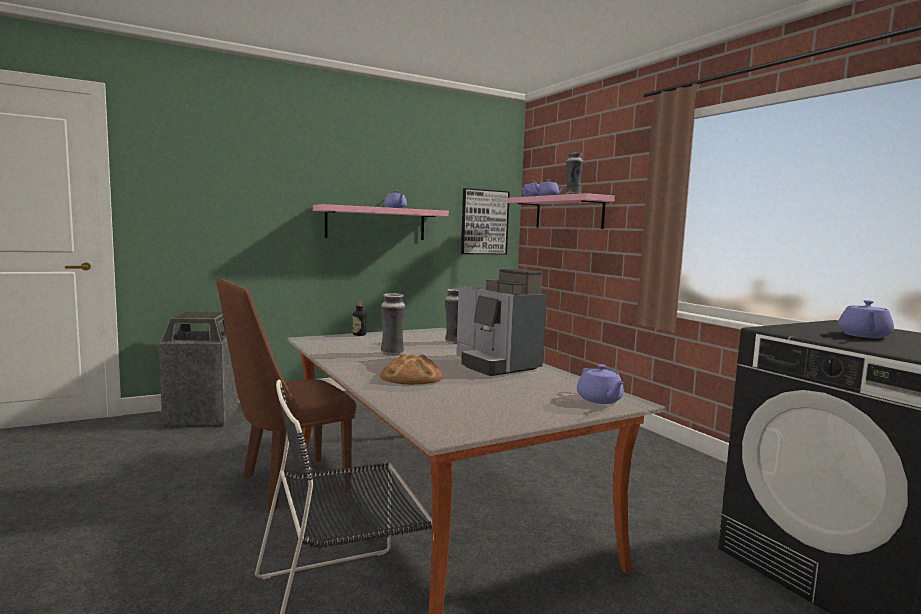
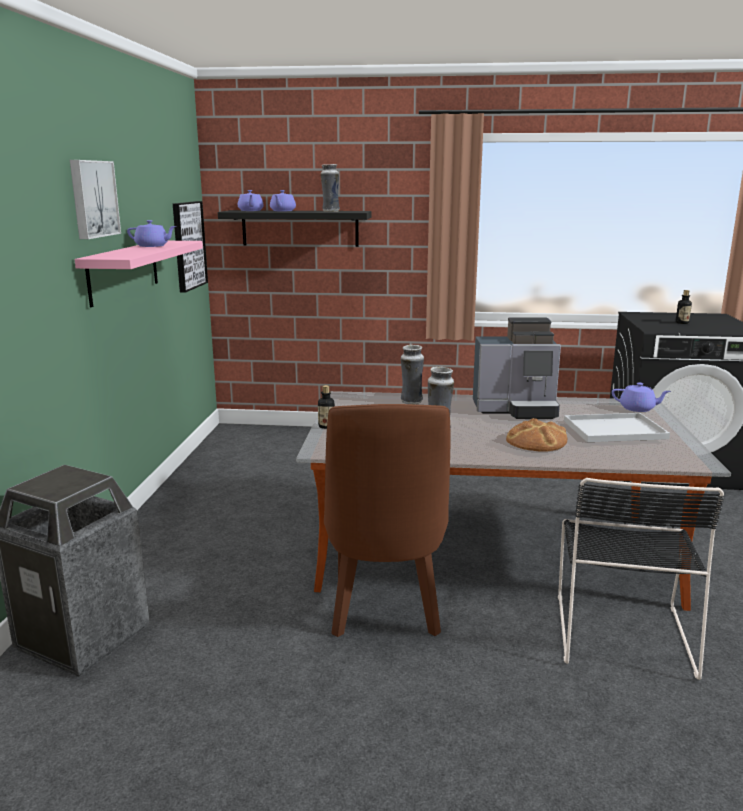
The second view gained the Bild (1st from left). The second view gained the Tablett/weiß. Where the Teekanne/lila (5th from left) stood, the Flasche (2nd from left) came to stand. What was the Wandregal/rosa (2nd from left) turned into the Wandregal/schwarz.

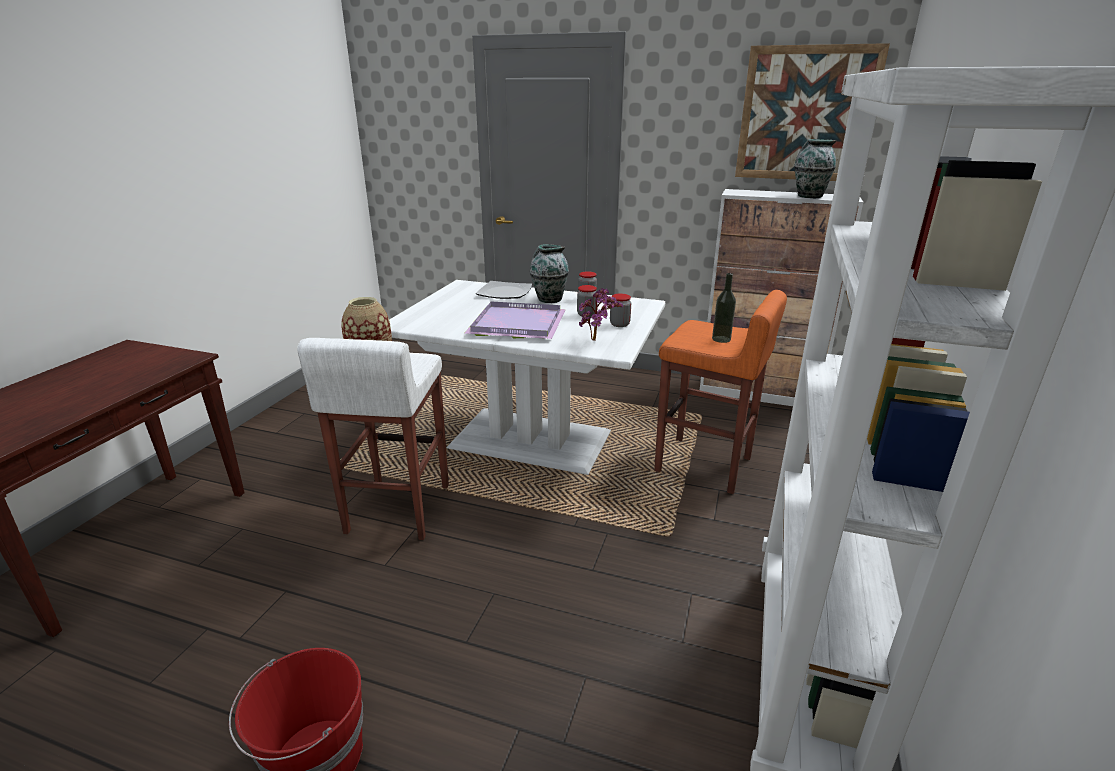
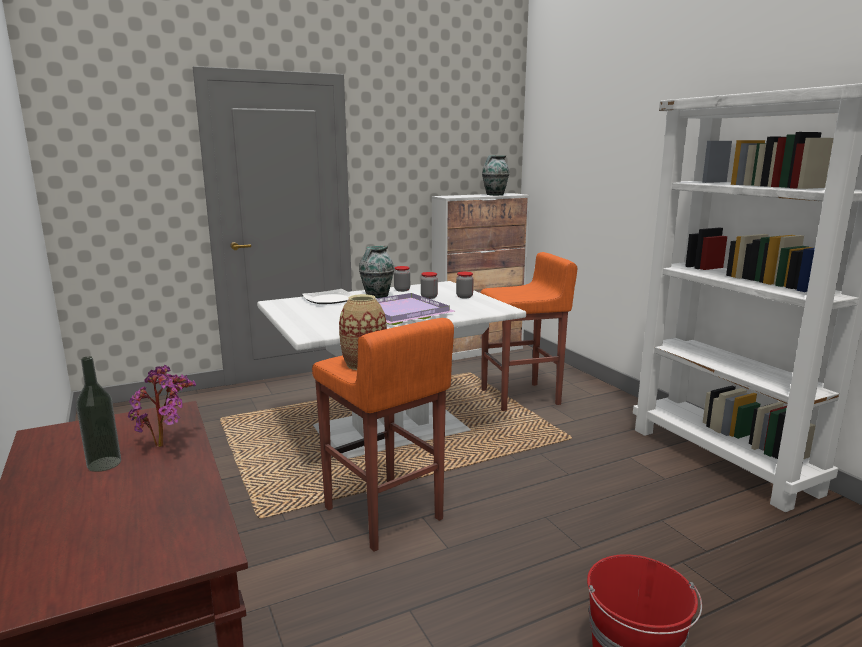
The second view lost the Bild. The Topfpflanze ended up elsewhere. The Flasche ended up elsewhere. What was the Hocker/weiß turned into the Hocker/orange (1st from left).

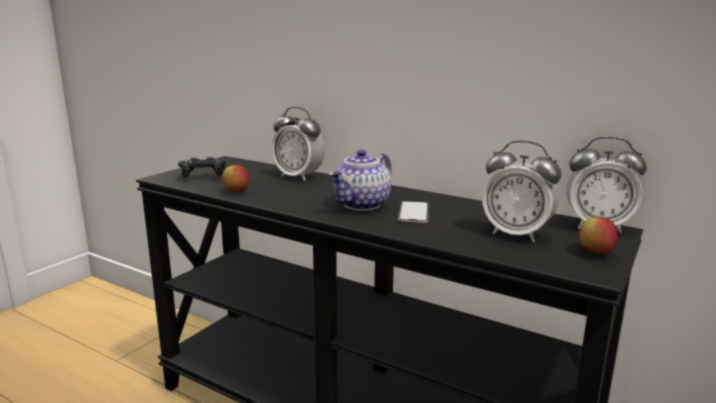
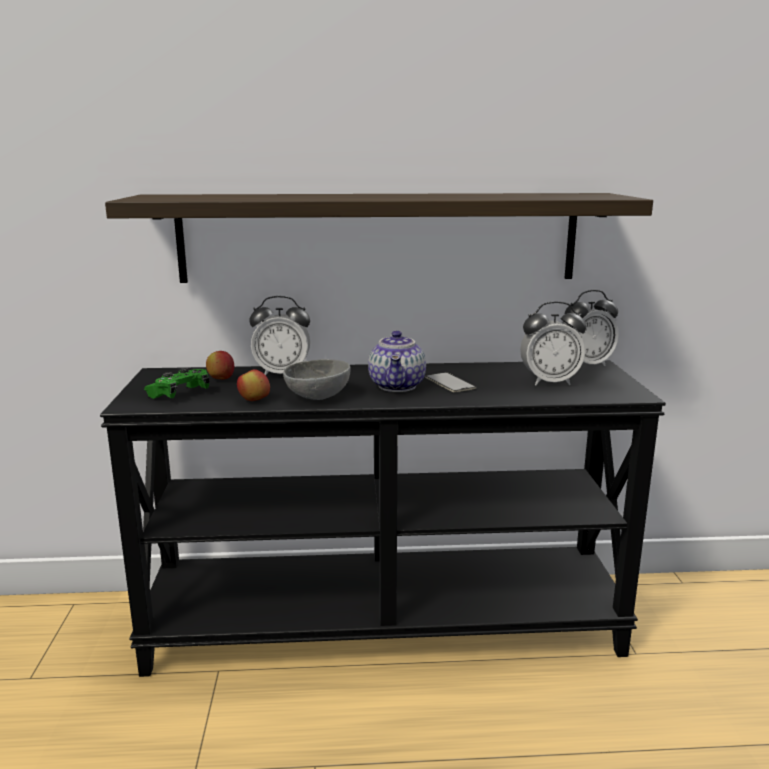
The second view gained the Wandregal. The second view gained the Schüssel/grau. The Apfel (2nd from left in the first image) ended up elsewhere. What was the Gamepad/schwarz turned into the Gamepad/grün.

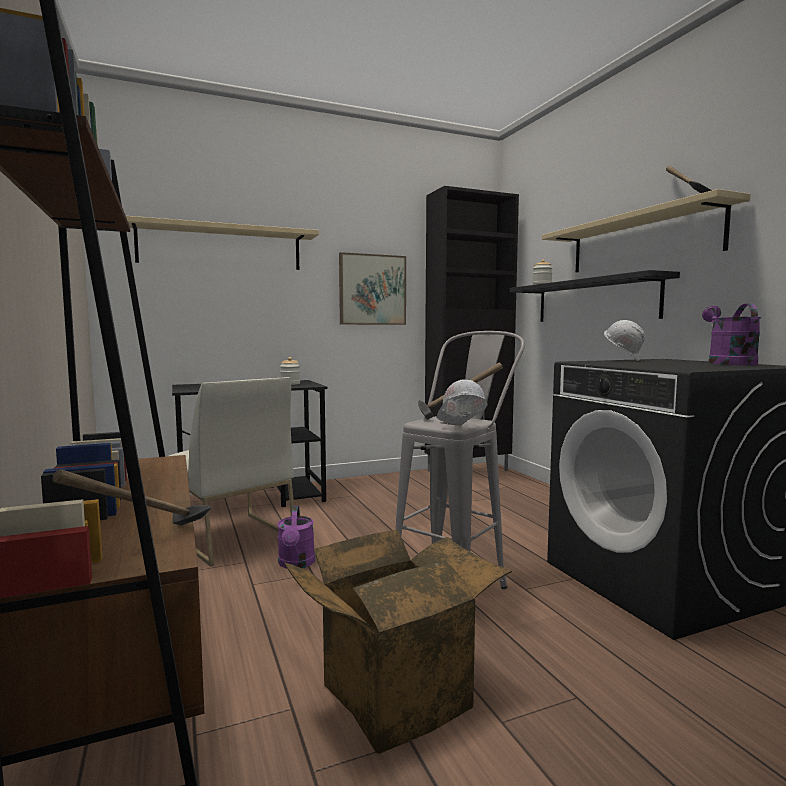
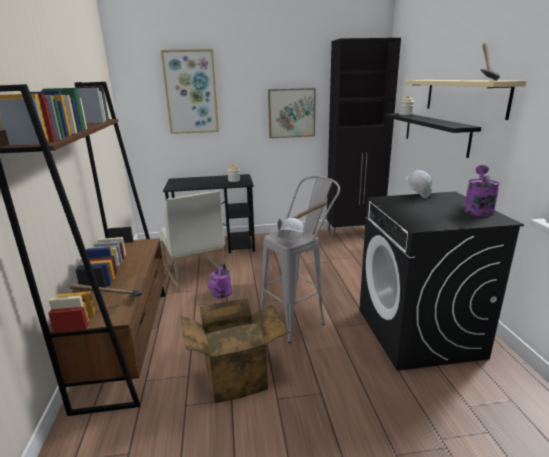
Where the Wandregal/beige (1st from left) hung, the Bild (1st from left) came to hang.

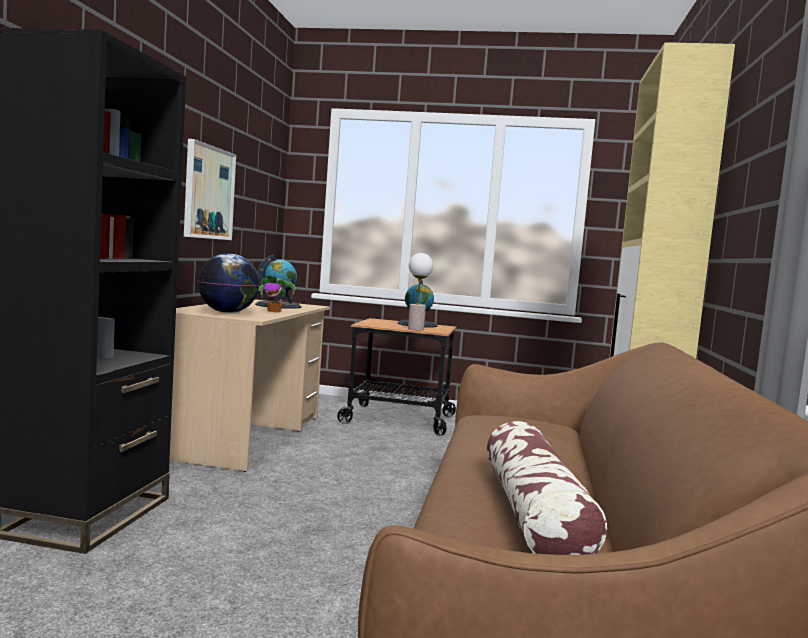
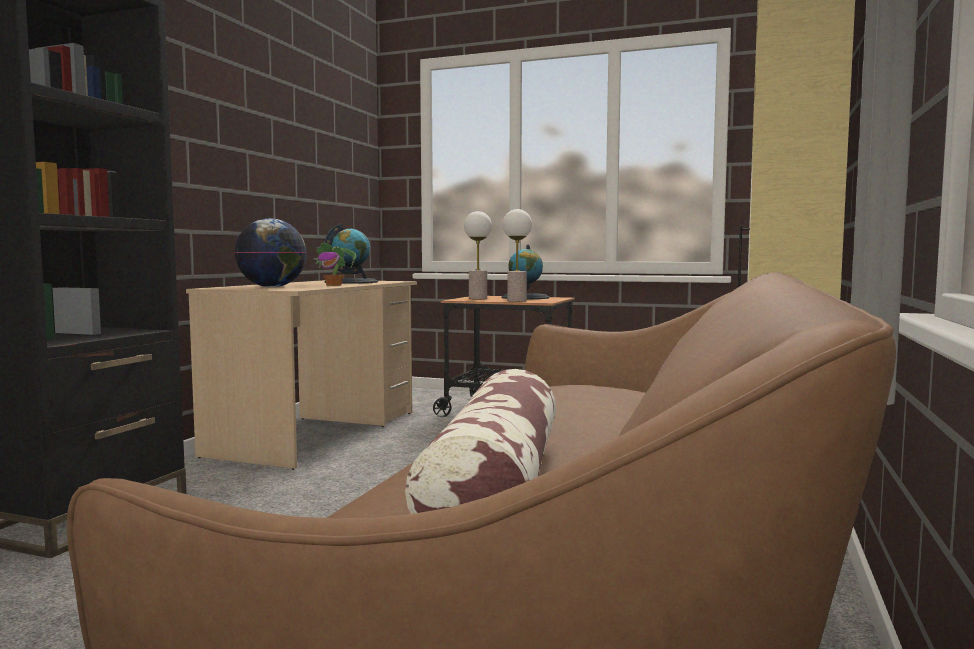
The second view lost the Bild. The second view gained the Tischlampe (1st from left).

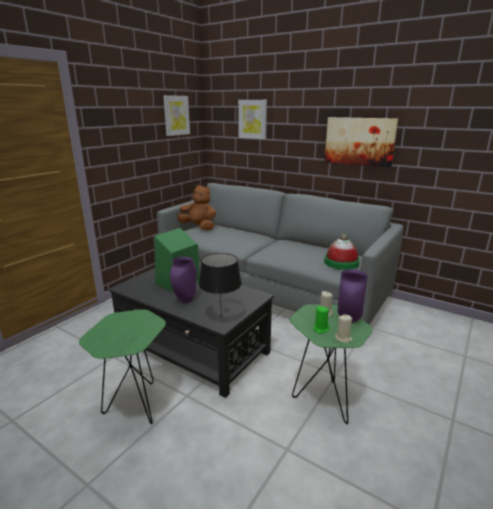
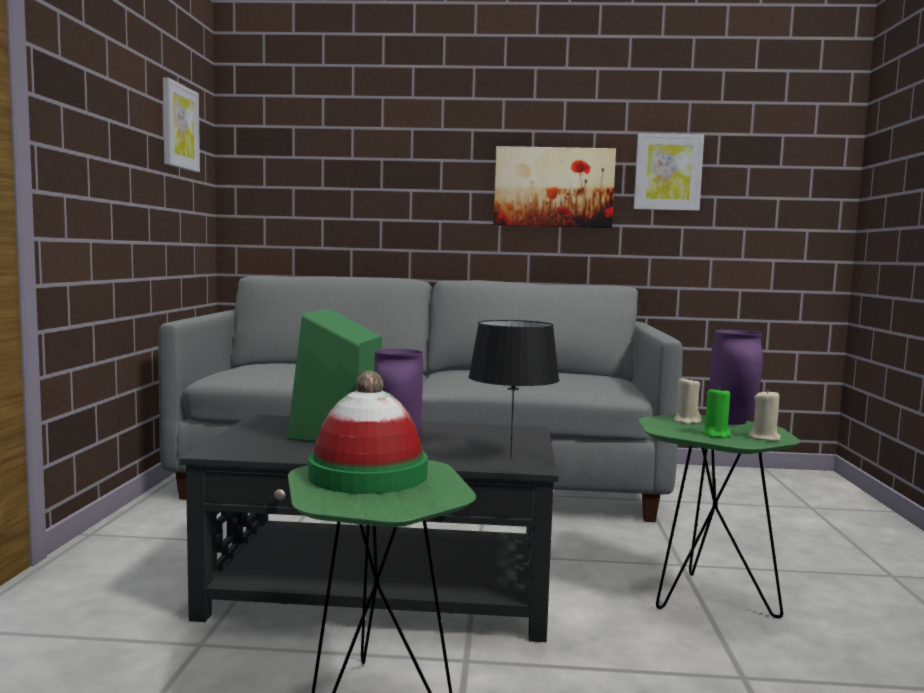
The second view lost the Plüschtier/braun. The Bild (2nd from left in the first image) ended up elsewhere. The Hut ended up elsewhere.

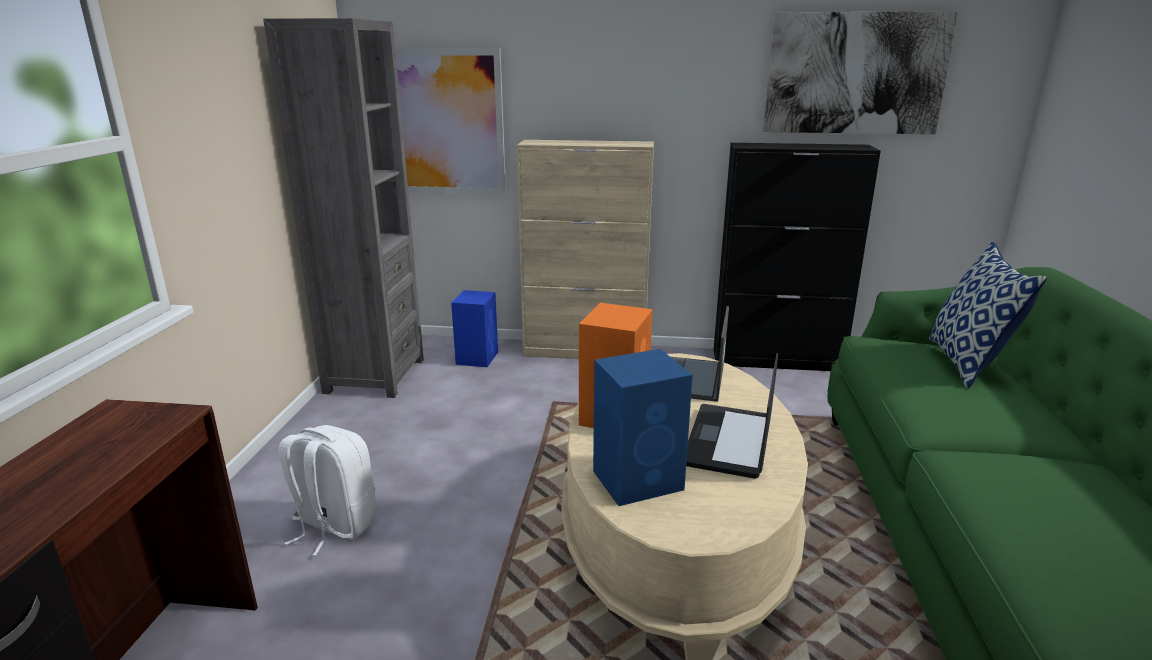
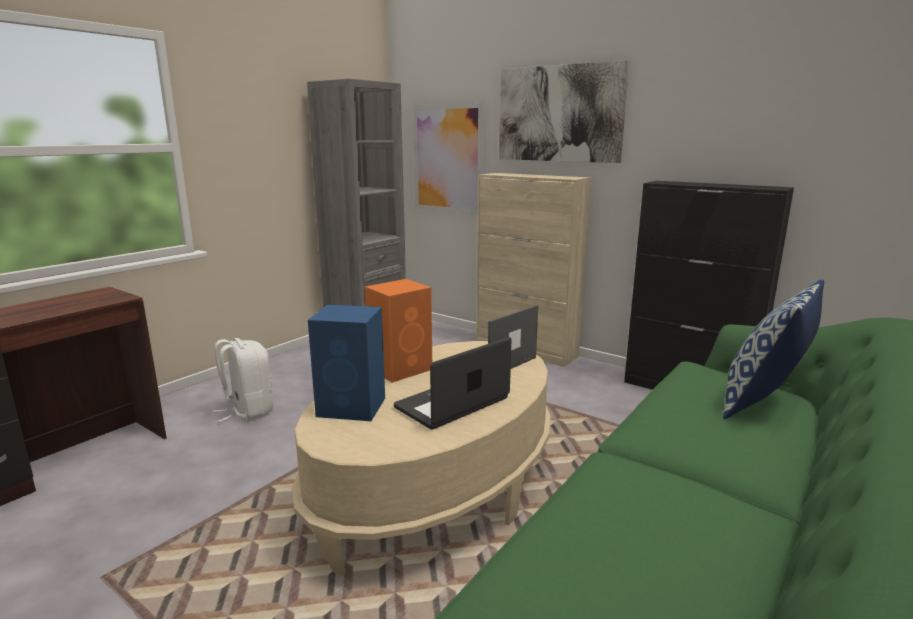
The second view lost the Lautsprecher/blau (1st from left). The Bild (2nd from left) ended up elsewhere.

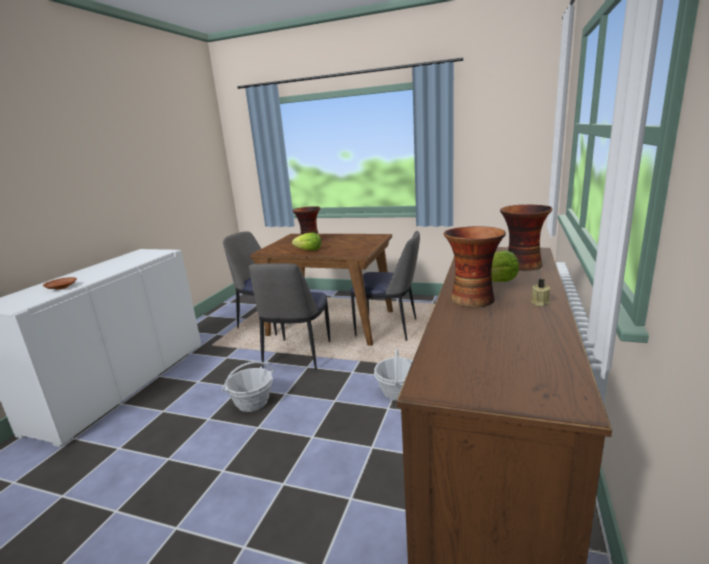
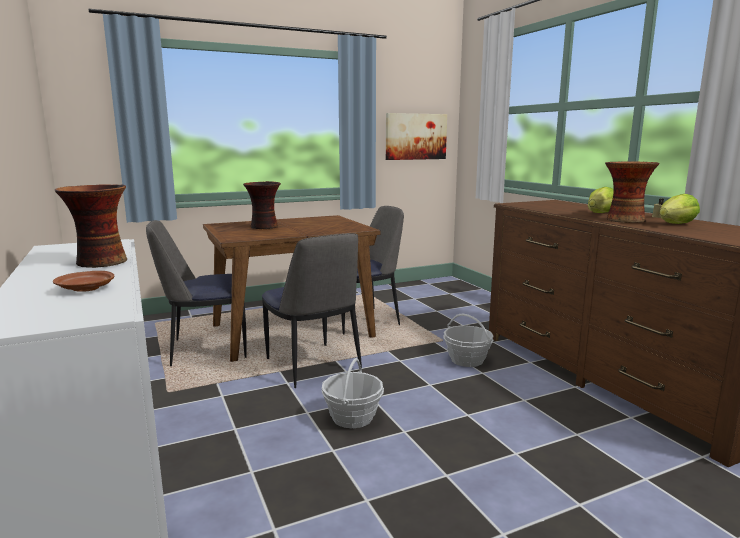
The second view gained the Bild. The Salatkopf (1st from left in the first image) ended up elsewhere. The Vase (3rd from left in the first image) ended up elsewhere.

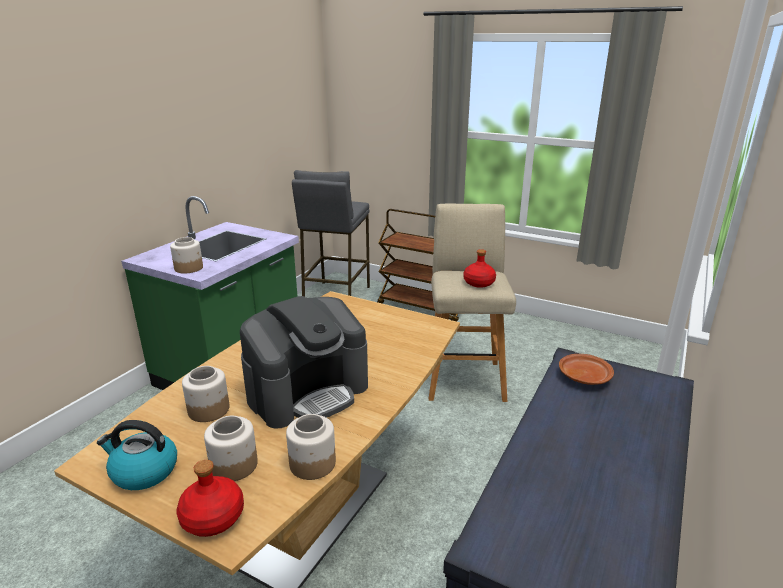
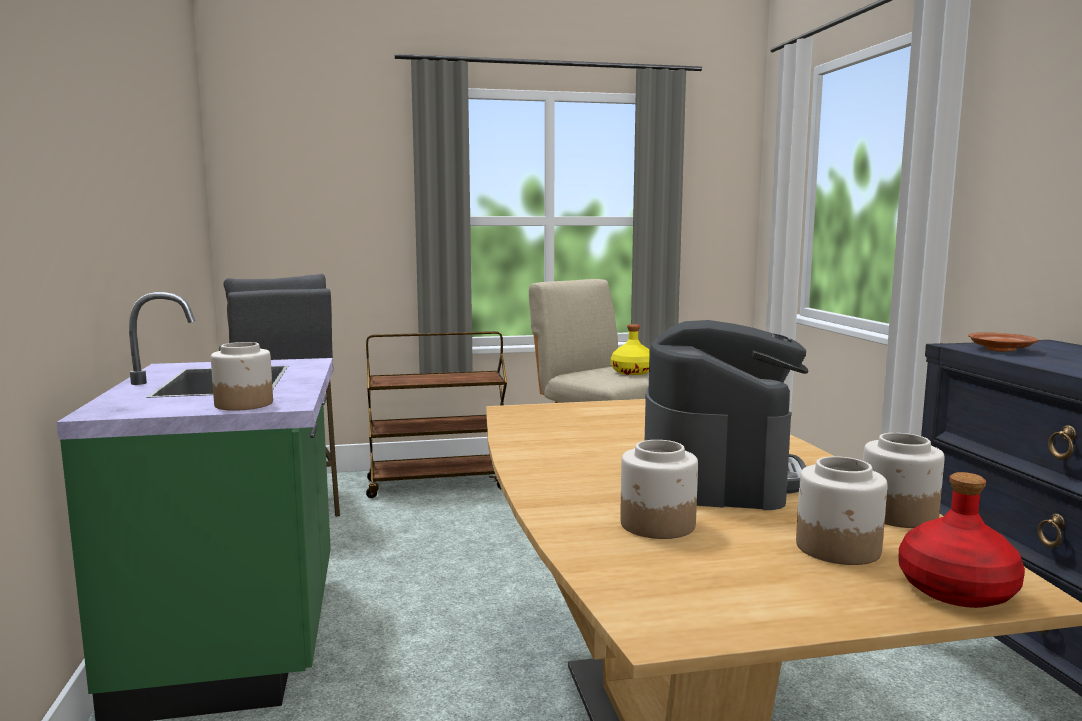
The second view lost the Wasserkessel. What was the Flasche/rot (2nd from left) turned into the Flasche/gelb.

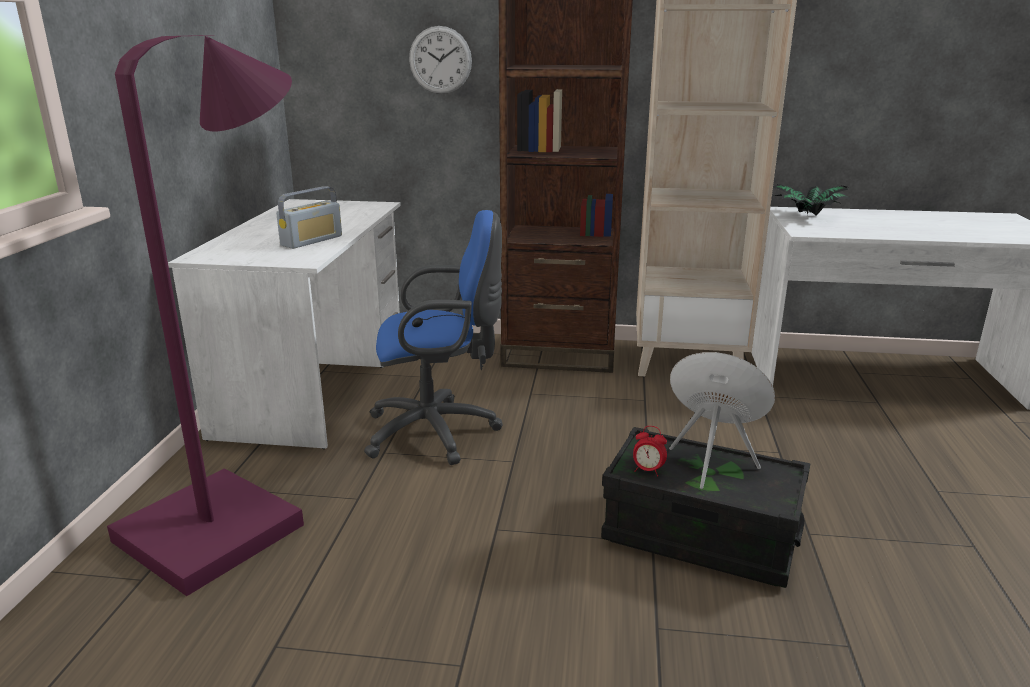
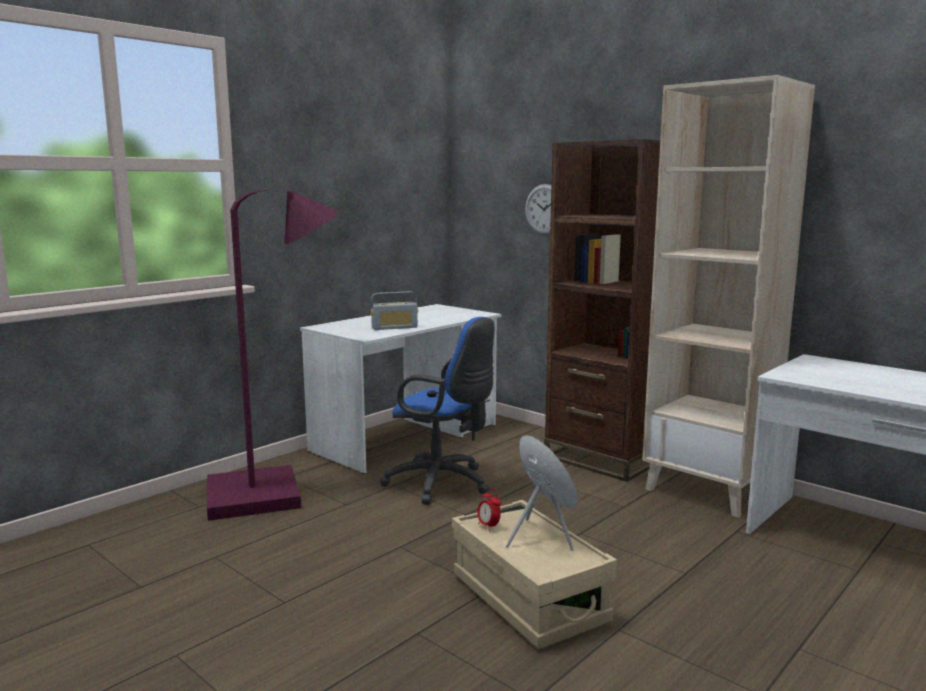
The second view lost the Topfpflanze. What was the Aufbewahrungsbox/schwarz turned into the Aufbewahrungsbox/beige.

